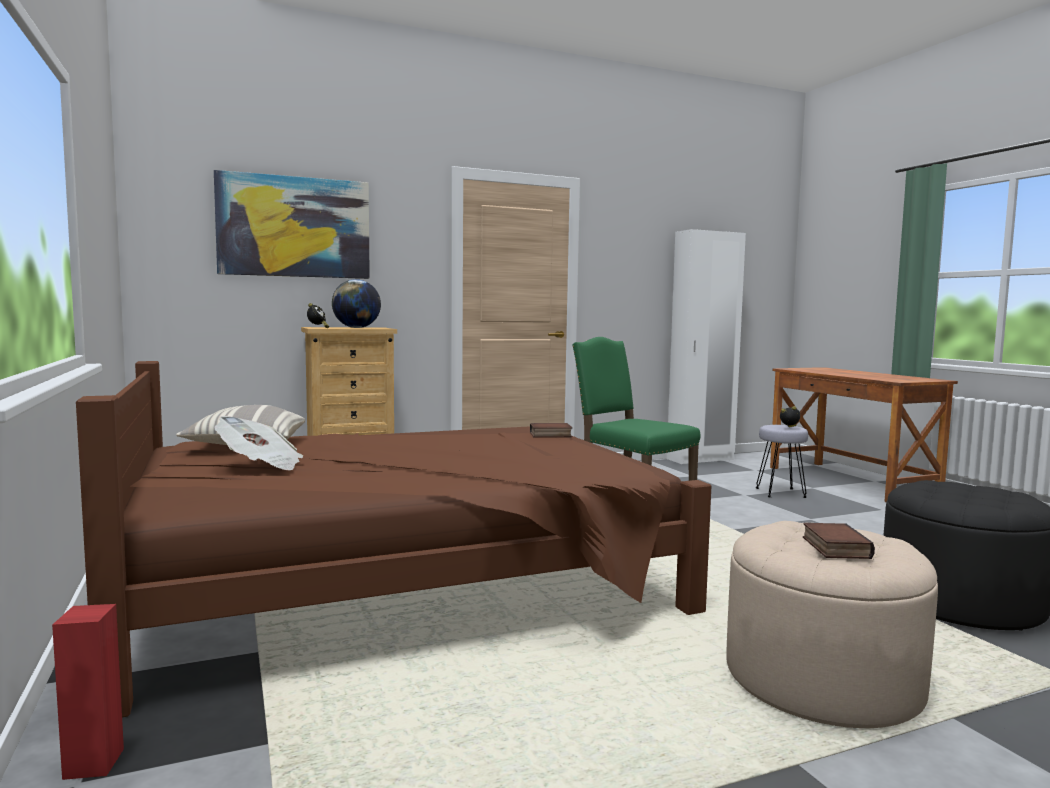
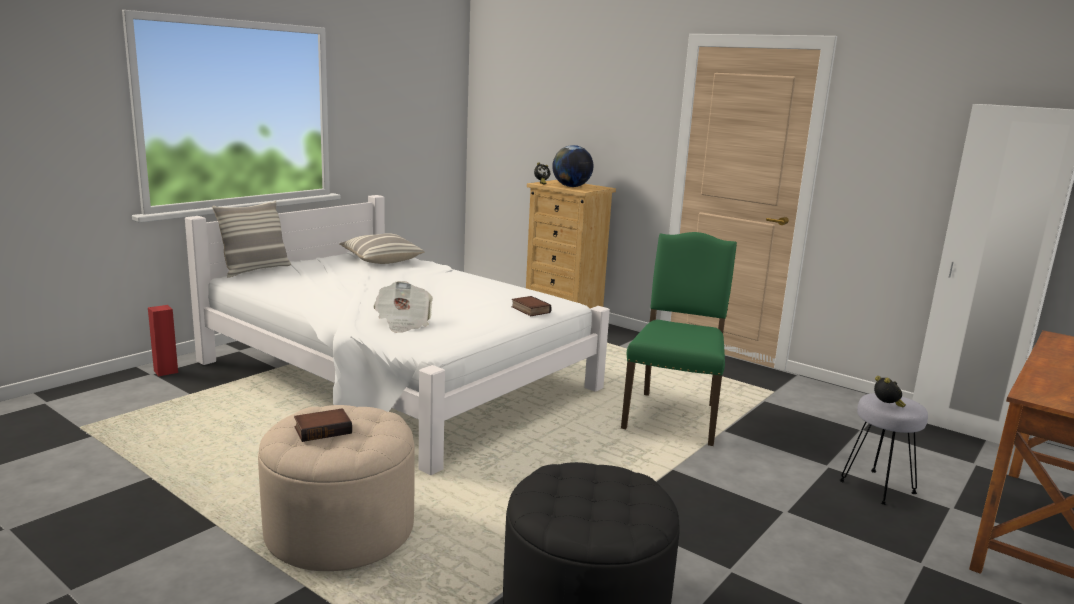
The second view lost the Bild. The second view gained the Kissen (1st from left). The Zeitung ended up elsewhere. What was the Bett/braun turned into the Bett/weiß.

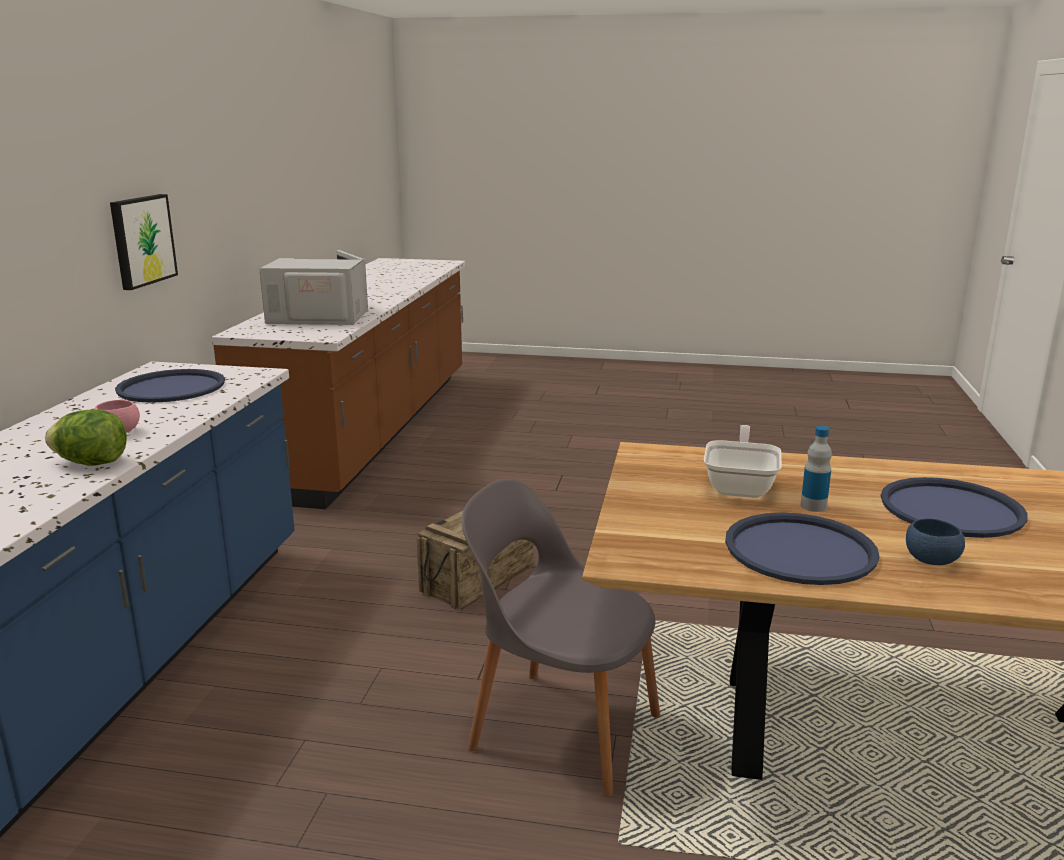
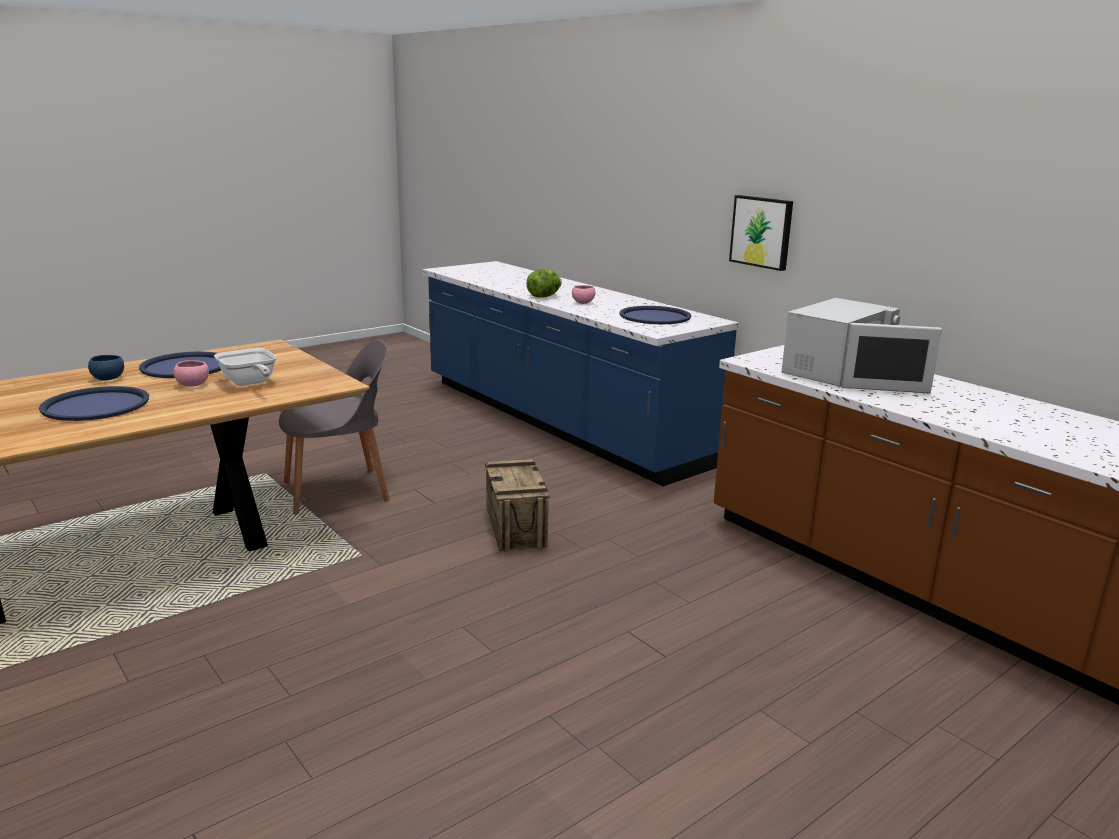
Where the Flasche stood, the Schüssel/rosa (1st from left) came to stand.

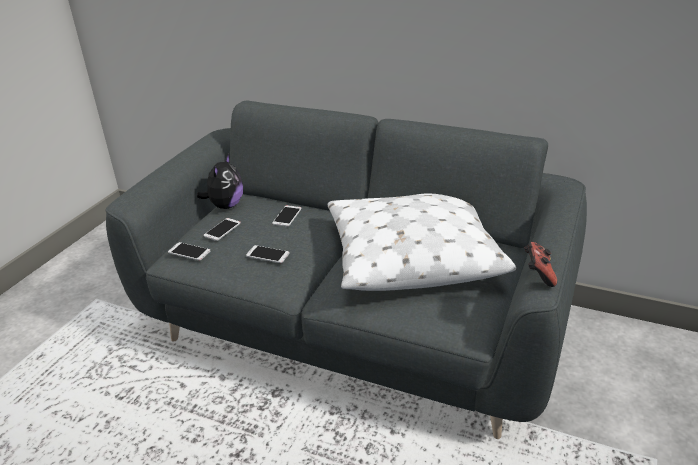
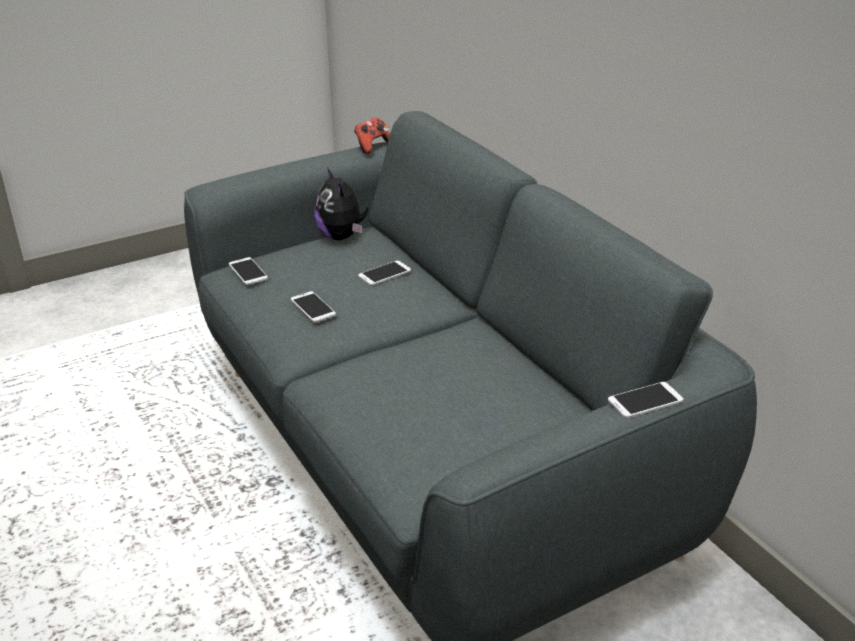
The second view lost the Kissen/weiß. The Handy (2nd from left in the first image) ended up elsewhere. The Gamepad ended up elsewhere. The Plüschtier ended up facing another way, 105 degrees clockwise from before.

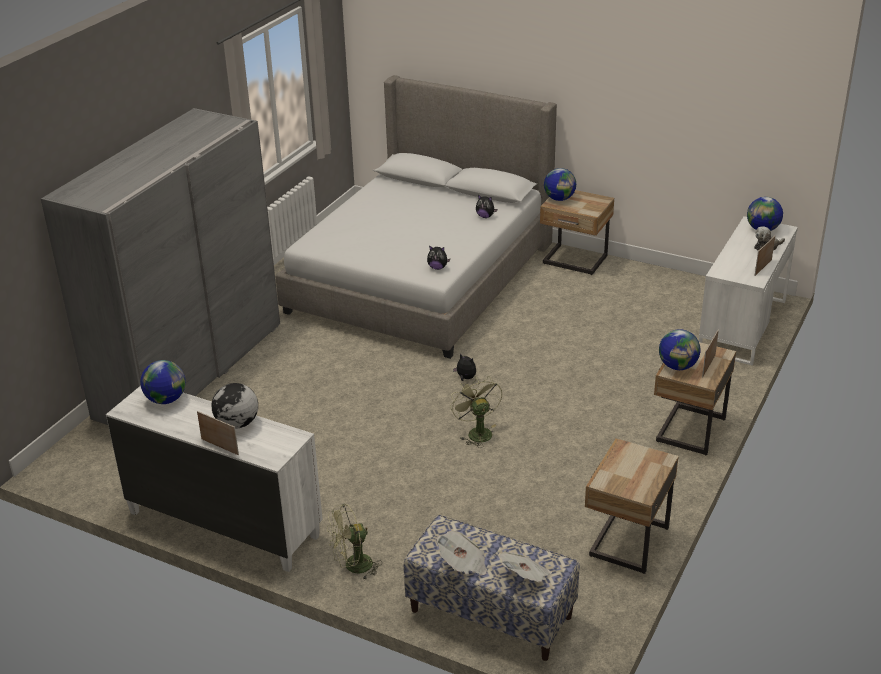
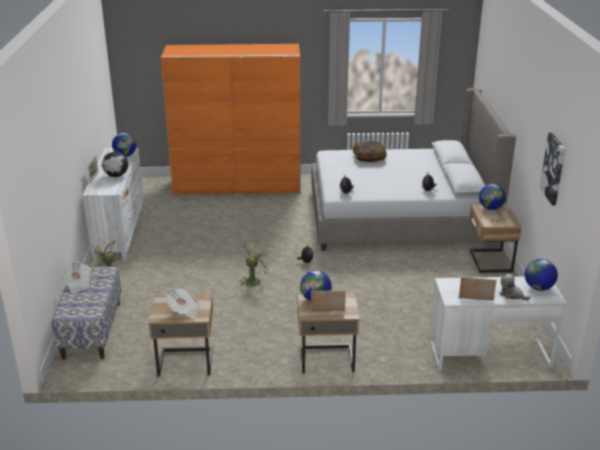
The second view gained the Kissen. The second view gained the Bild. The Zeitung (2nd from left) ended up elsewhere. What was the Kleiderschrank/grau turned into the Kleiderschrank/orange.

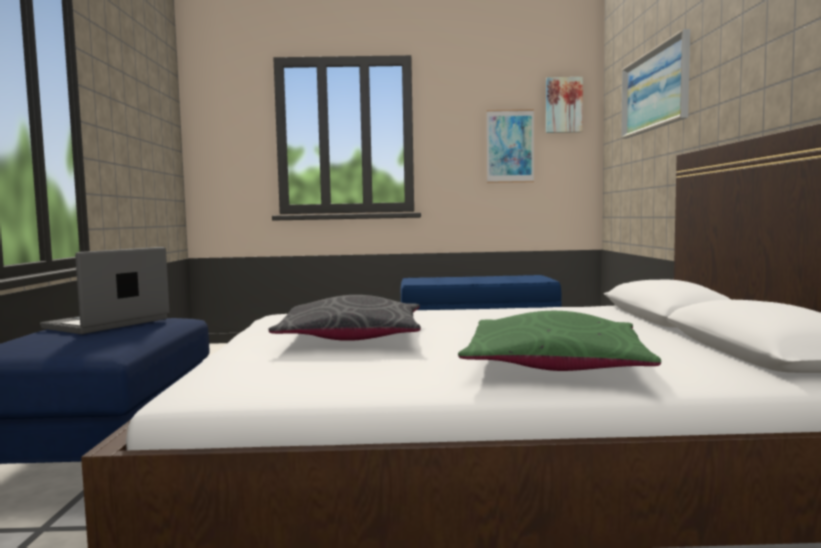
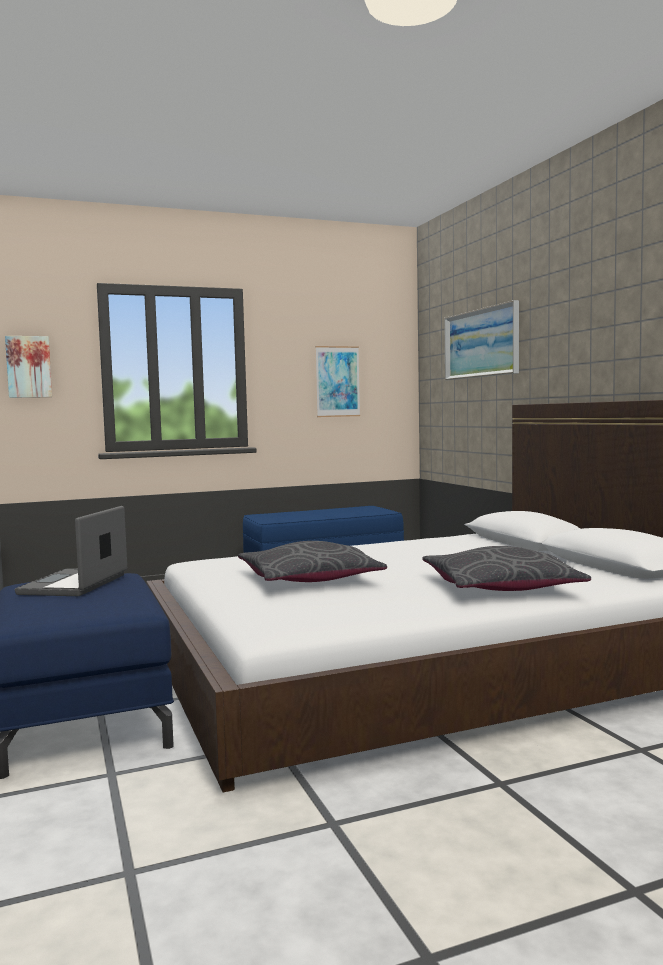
The Bild (2nd from left in the first image) ended up elsewhere. What was the Kissen/grün turned into the Kissen/grau (2nd from left).

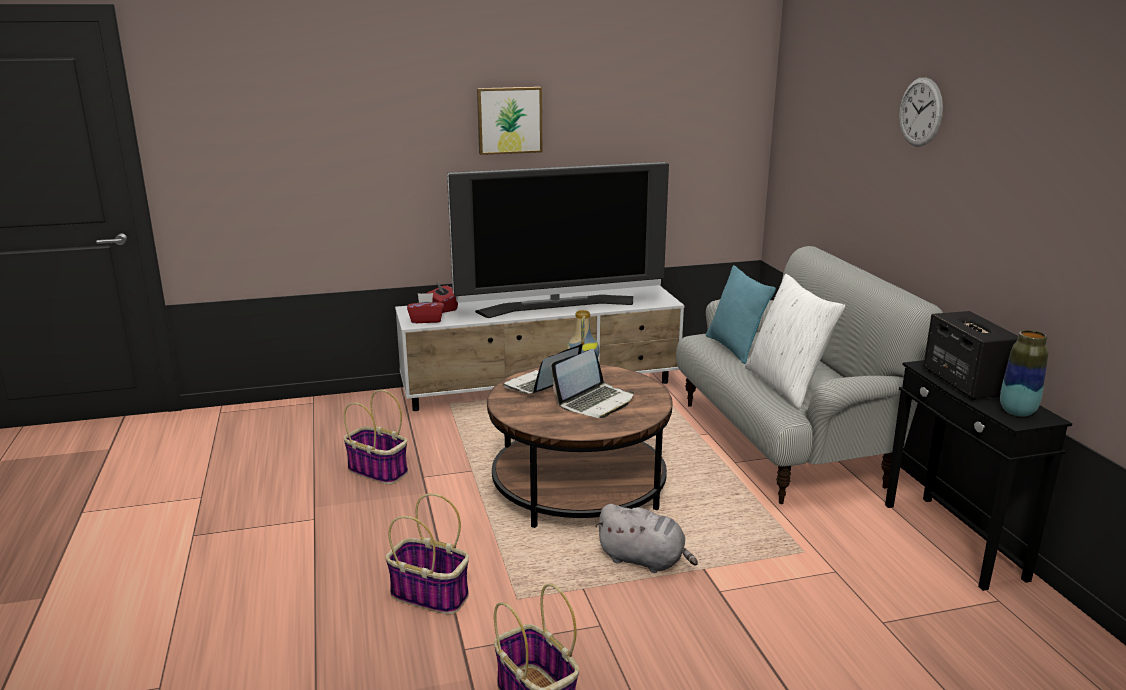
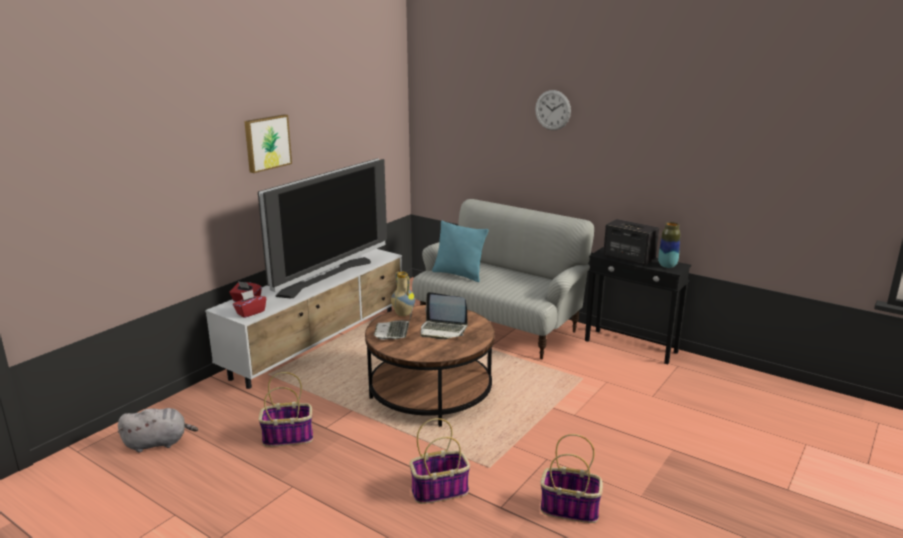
The second view lost the Kissen/weiß. The Plüschtier/grau ended up elsewhere. The Laptop (2nd from left) ended up facing another way, 105 degrees clockwise from before.

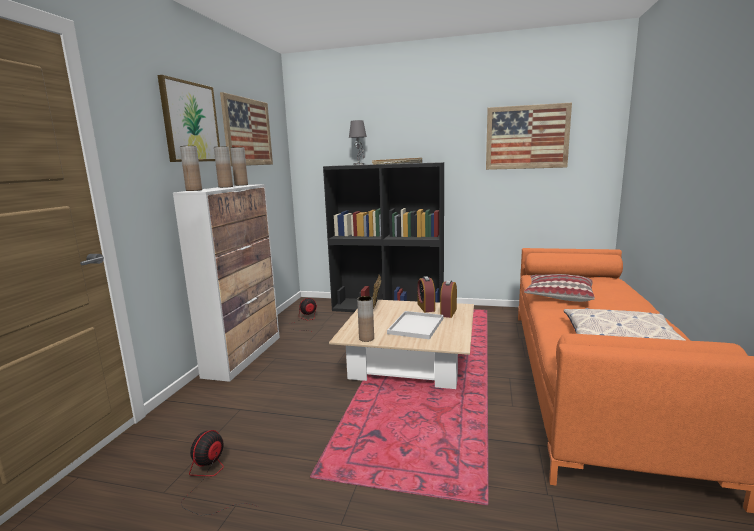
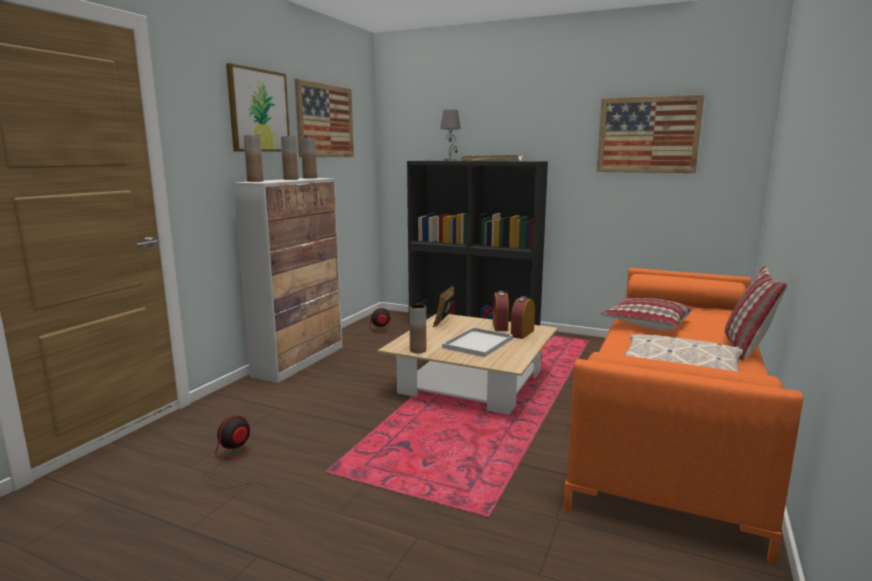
The second view gained the Kissen (3rd from left).

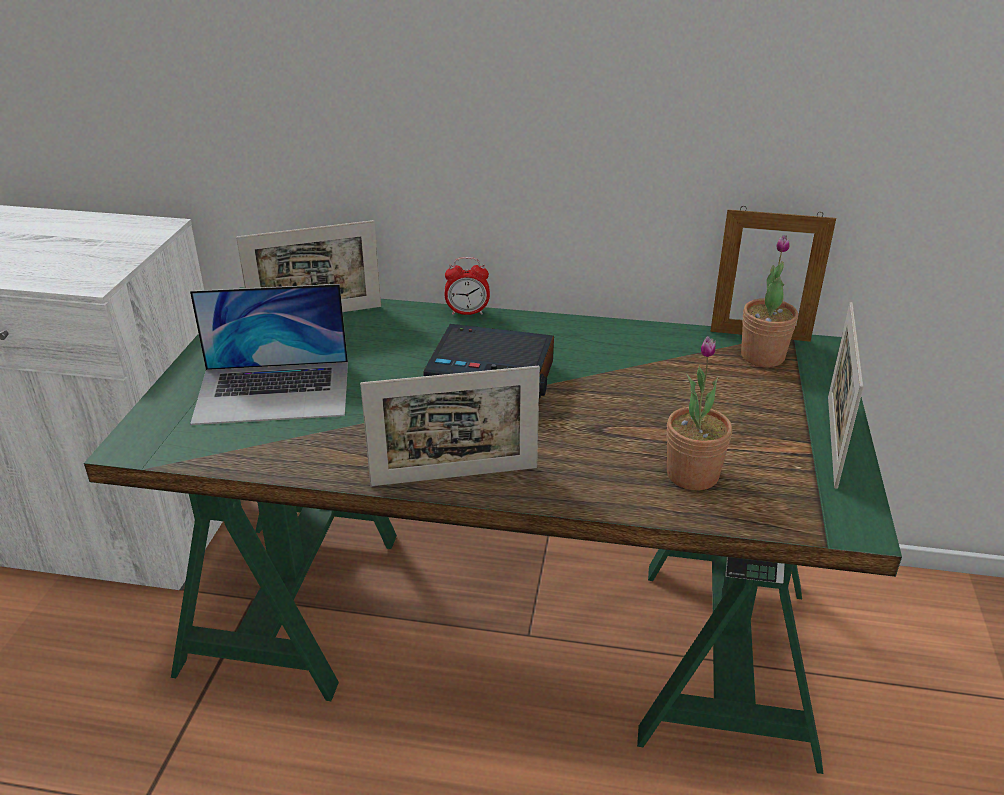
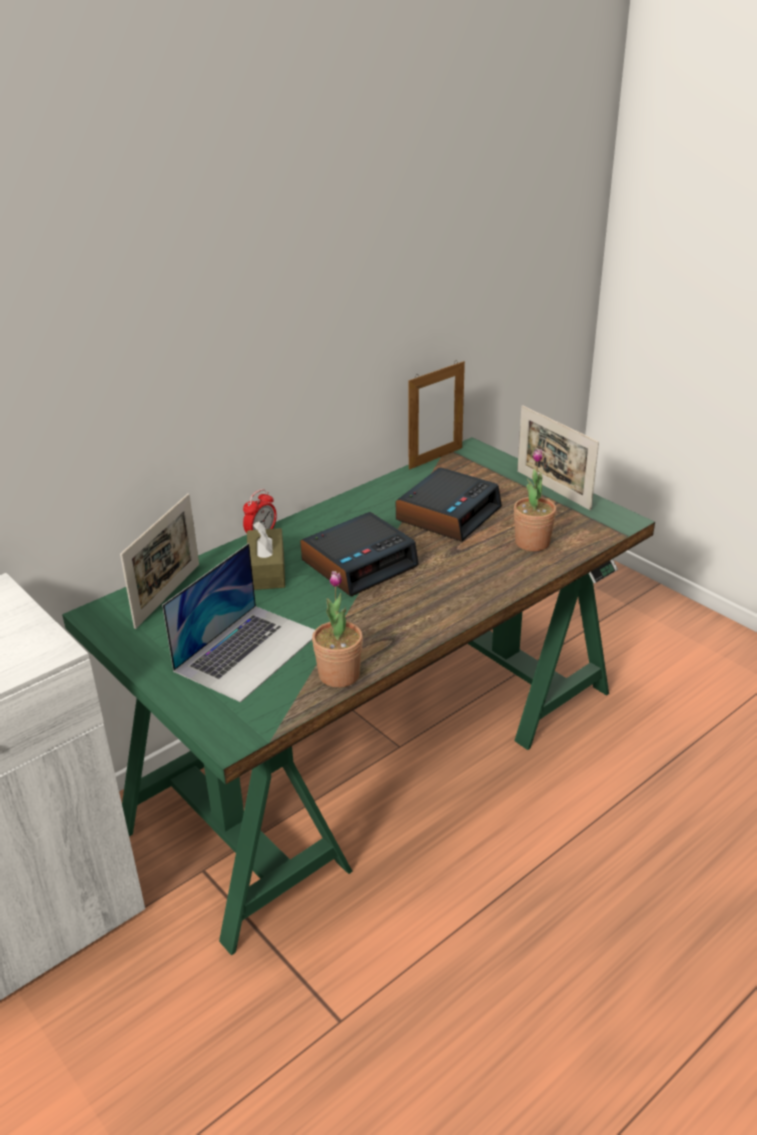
The second view lost the Bilderrahmen (2nd from left). The second view gained the Taschentuchbox/braun. The second view gained the Wecker (3rd from left). The Topfpflanze (2nd from left in the first image) ended up elsewhere.

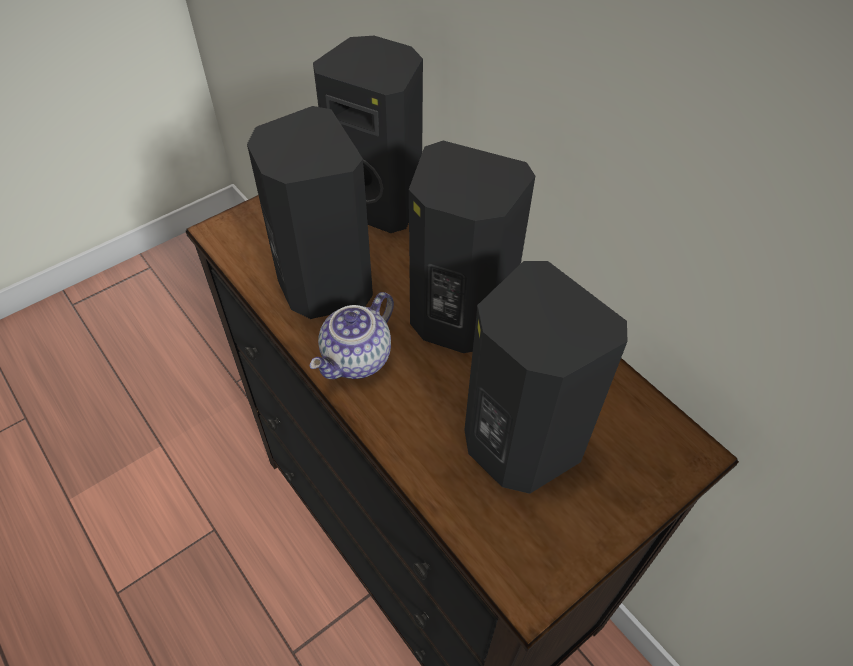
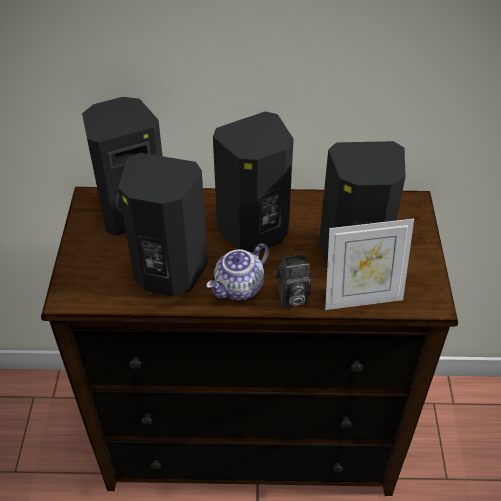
The second view gained the Kamera. The second view gained the Bilderrahmen. The Teekanne ended up facing another way, 60 degrees clockwise from before.

